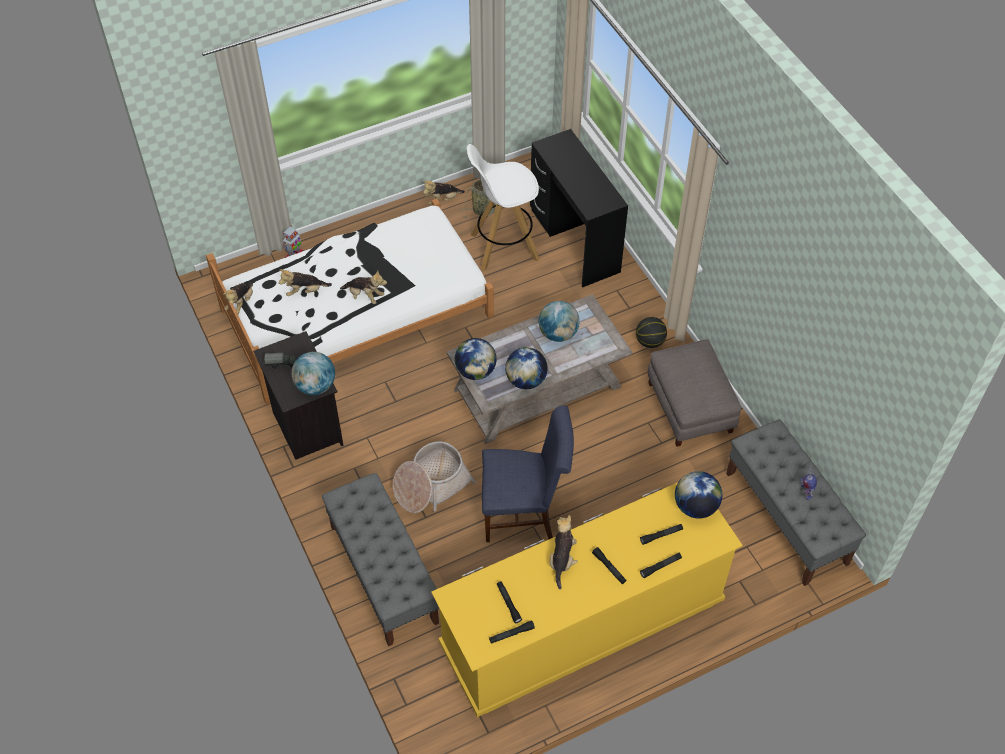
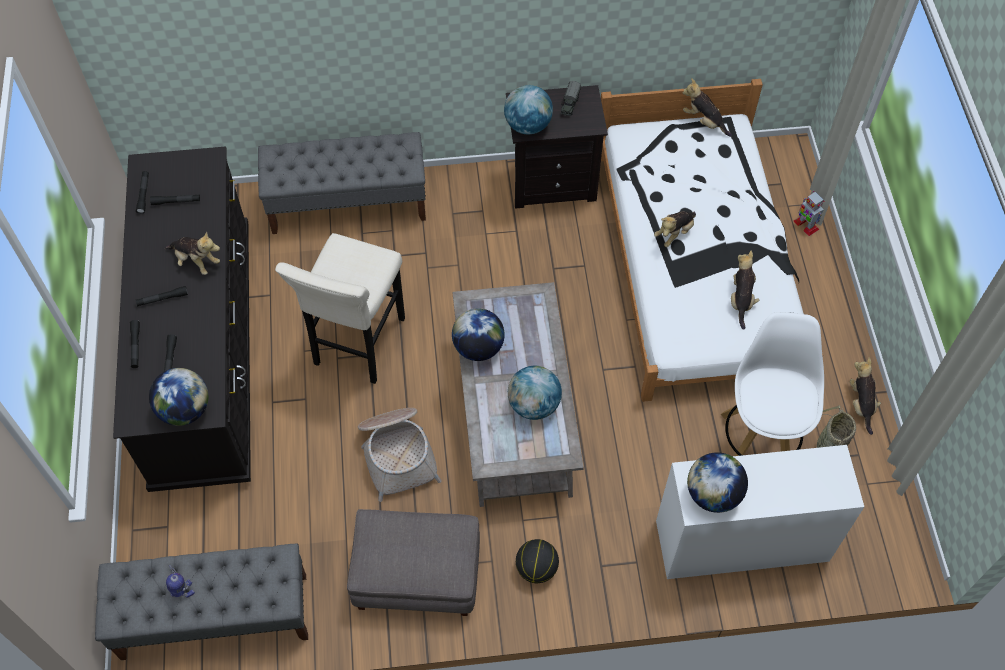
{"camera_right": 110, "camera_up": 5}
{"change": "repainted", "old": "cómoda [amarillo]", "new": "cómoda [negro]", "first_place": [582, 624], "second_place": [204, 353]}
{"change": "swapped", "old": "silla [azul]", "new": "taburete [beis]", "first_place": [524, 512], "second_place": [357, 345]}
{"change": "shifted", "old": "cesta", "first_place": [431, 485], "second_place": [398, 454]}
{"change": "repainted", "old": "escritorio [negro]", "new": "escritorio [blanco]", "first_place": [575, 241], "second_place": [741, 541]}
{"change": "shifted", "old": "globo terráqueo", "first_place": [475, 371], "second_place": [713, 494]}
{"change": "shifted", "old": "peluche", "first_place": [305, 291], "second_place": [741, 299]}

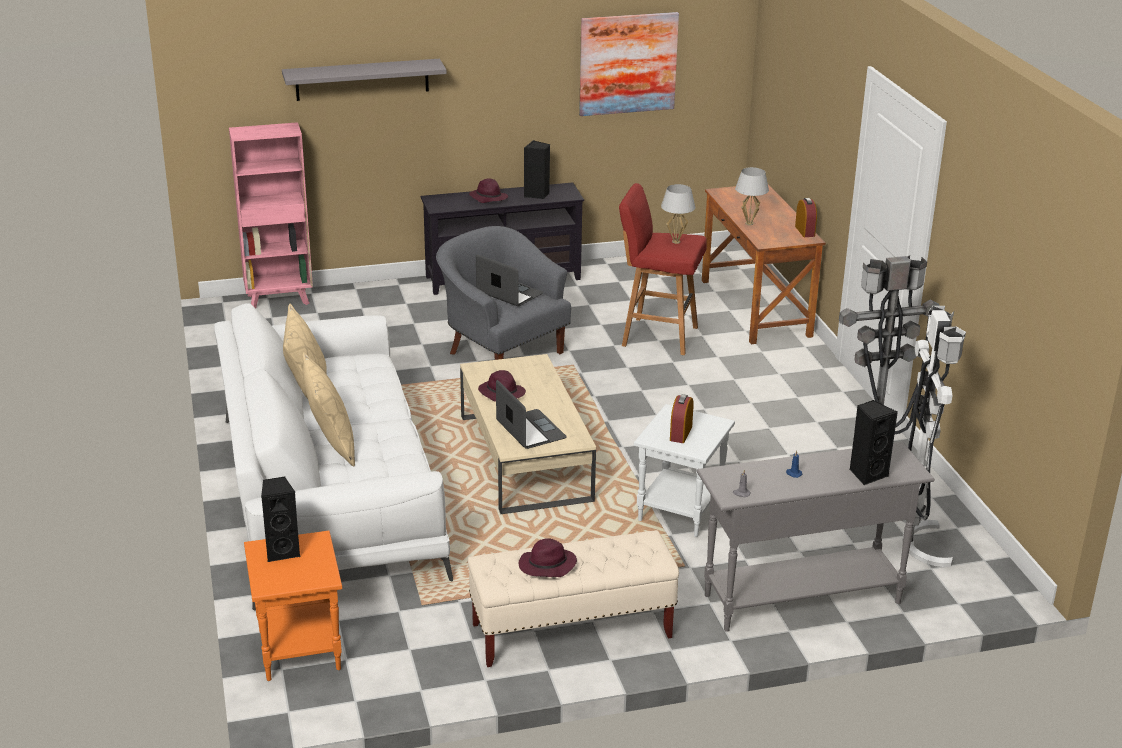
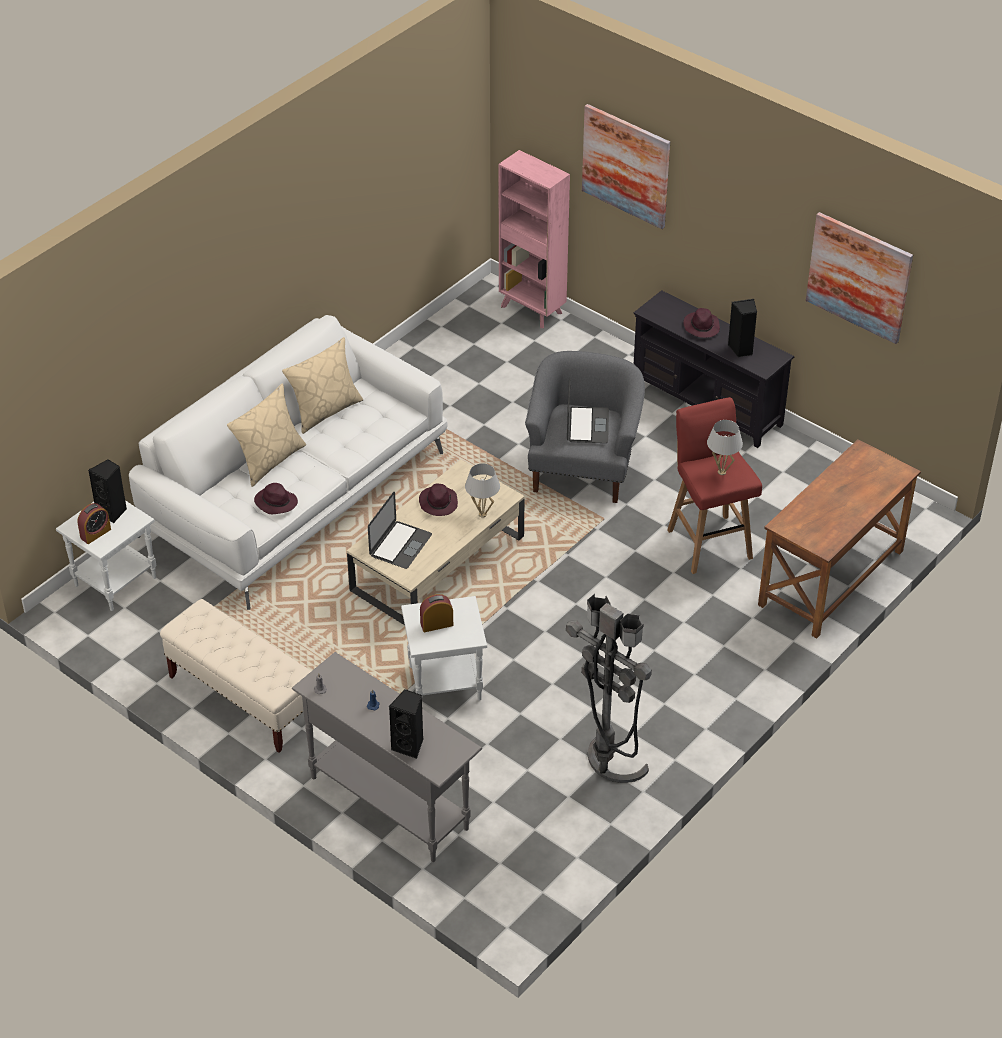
{"camera_right": 55, "camera_up": 15}
{"change": "repainted", "old": "mesa auxiliar [naranja]", "new": "mesa auxiliar [blanco]", "first_place": [297, 650], "second_place": [115, 581]}
{"change": "shifted", "old": "despertador", "first_place": [805, 231], "second_place": [95, 533]}
{"change": "shifted", "old": "sombrero [morado]", "first_place": [546, 566], "second_place": [275, 502]}
{"change": "shifted", "old": "lámpara de mesa [blanco]", "first_place": [749, 223], "second_place": [482, 514]}
{"change": "swapped", "old": "estante [gris]", "new": "cuadro", "first_place": [362, 79], "second_place": [626, 165]}
{"change": "gone", "old": "lámpara de pie [blanco]", "first_place": [913, 545]}

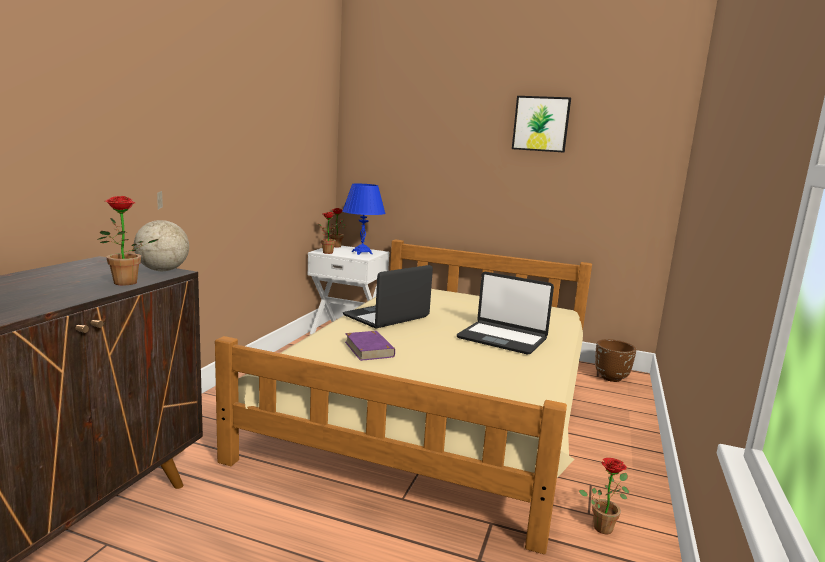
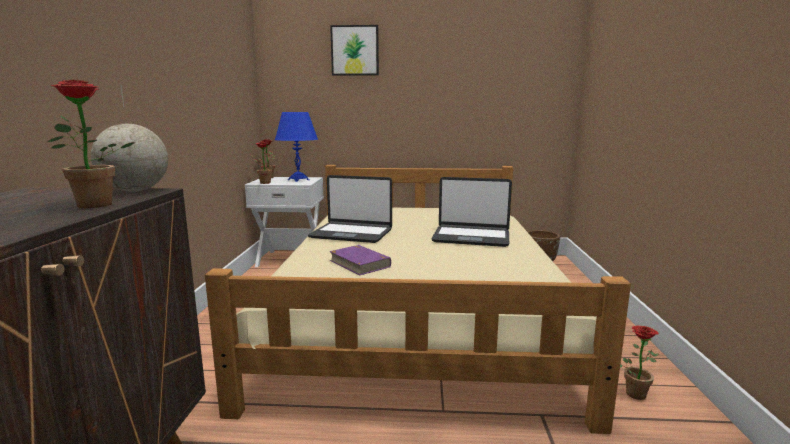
{"camera_right": -15, "camera_up": 0}
{"change": "rotated", "old": "portátil", "first_place": [387, 317], "second_place": [352, 233], "degrees": -105}
{"change": "shifted", "old": "cuadro", "first_place": [541, 124], "second_place": [355, 51]}

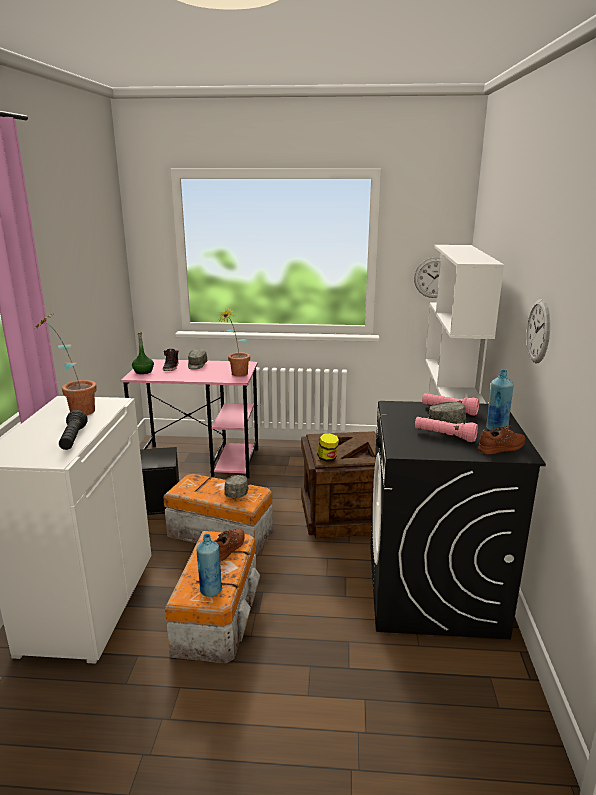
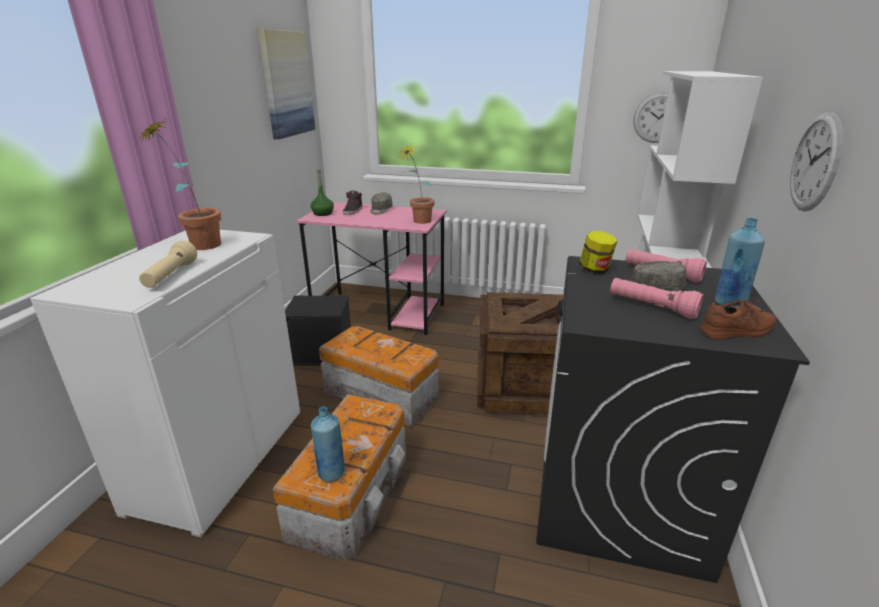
{"camera_right": 10, "camera_up": 5}
{"change": "repainted", "old": "linterna [negro]", "new": "linterna [beis]", "first_place": [73, 439], "second_place": [171, 276]}
{"change": "new", "new": "cuadro", "second_place": [286, 84]}
{"change": "shifted", "old": "tarro", "first_place": [327, 458], "second_place": [595, 270]}
{"change": "gone", "old": "zapato [marrón]", "first_place": [230, 547]}
{"change": "gone", "old": "gorra [gris]", "first_place": [237, 492]}

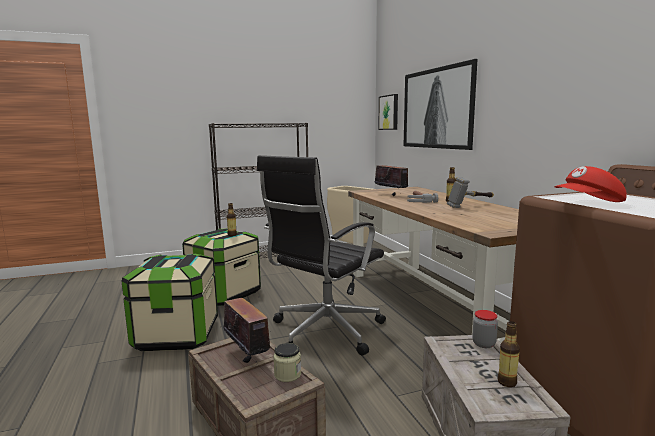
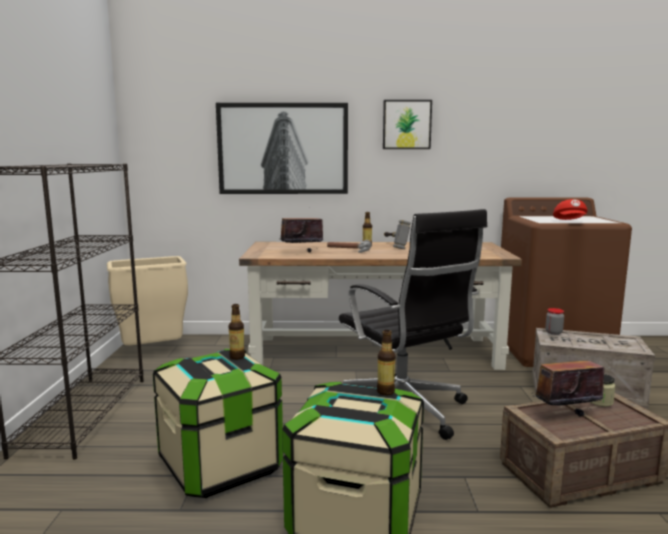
{"camera_right": -70, "camera_up": 0}
{"change": "shifted", "old": "botella", "first_place": [507, 382], "second_place": [385, 392]}
{"change": "shifted", "old": "cuadro", "first_place": [389, 112], "second_place": [406, 124]}

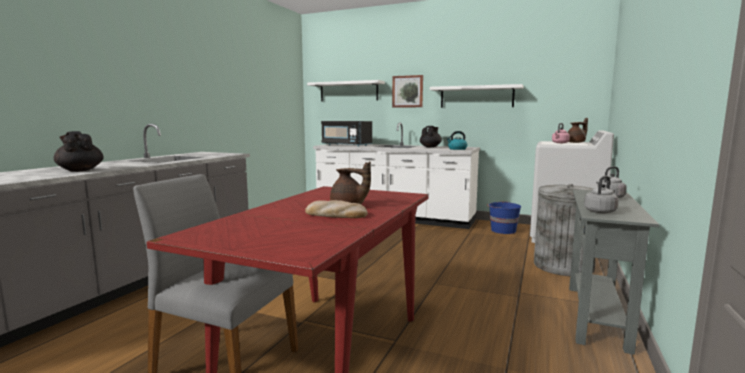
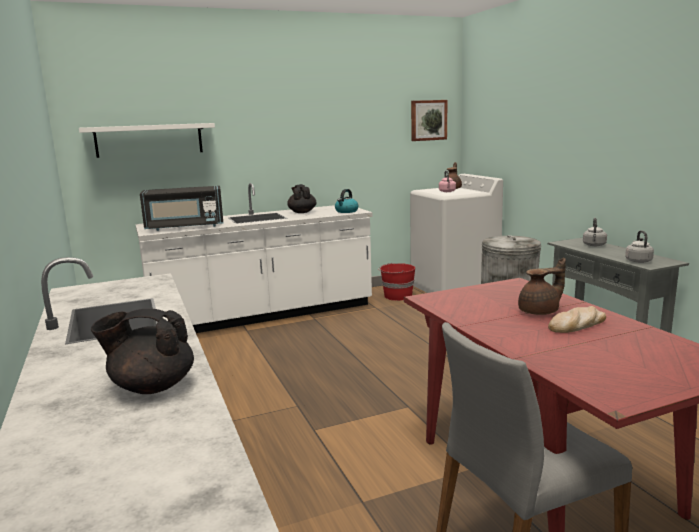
{"camera_right": -45, "camera_up": 5}
{"change": "repainted", "old": "cubo [azul]", "new": "cubo [rojo]", "first_place": [502, 230], "second_place": [397, 296]}
{"change": "shifted", "old": "cuadro", "first_place": [407, 91], "second_place": [428, 120]}
{"change": "gone", "old": "estante [blanco]", "first_place": [476, 97]}

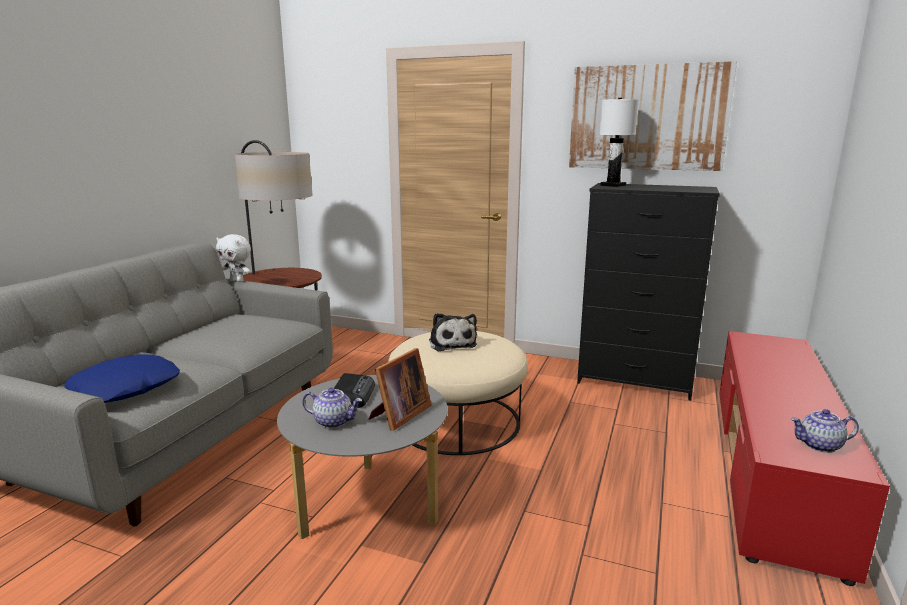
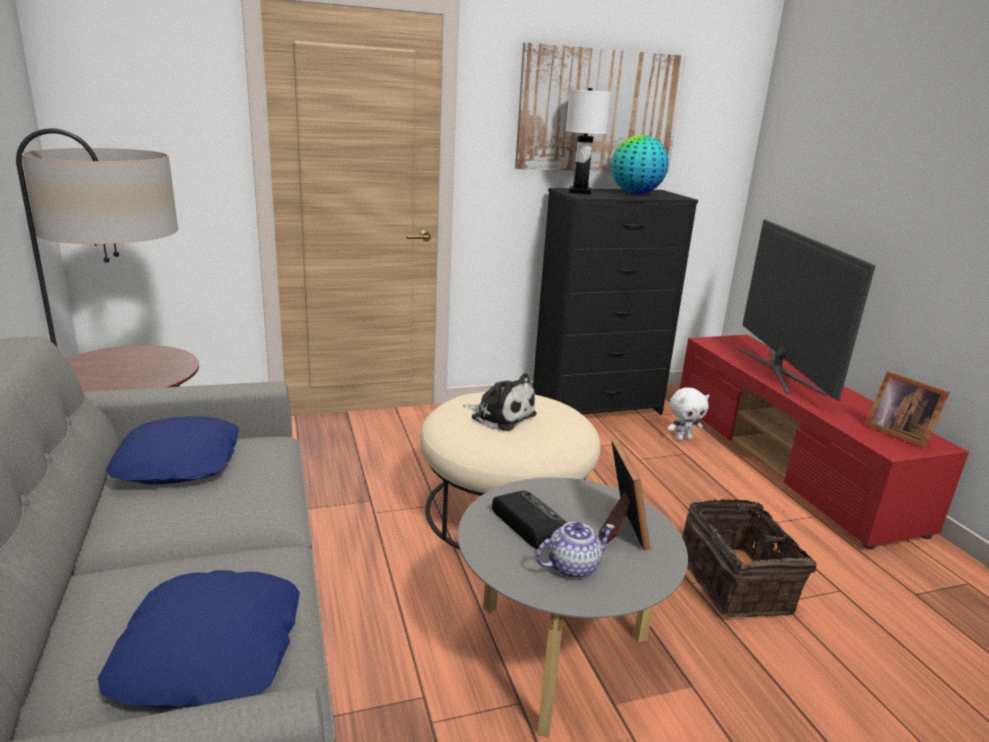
{"camera_right": -40, "camera_up": 5}
{"change": "new", "new": "cojín [azul]", "second_place": [180, 462]}
{"change": "new", "new": "globo terráqueo", "second_place": [635, 193]}
{"change": "shifted", "old": "peluche [blanco]", "first_place": [237, 281], "second_place": [683, 438]}
{"change": "new", "new": "cesta", "second_place": [737, 583]}
{"change": "new", "new": "televisor", "second_place": [779, 370]}
{"change": "swapped", "old": "tetera", "new": "portarretratos", "first_place": [819, 445], "second_place": [897, 432]}

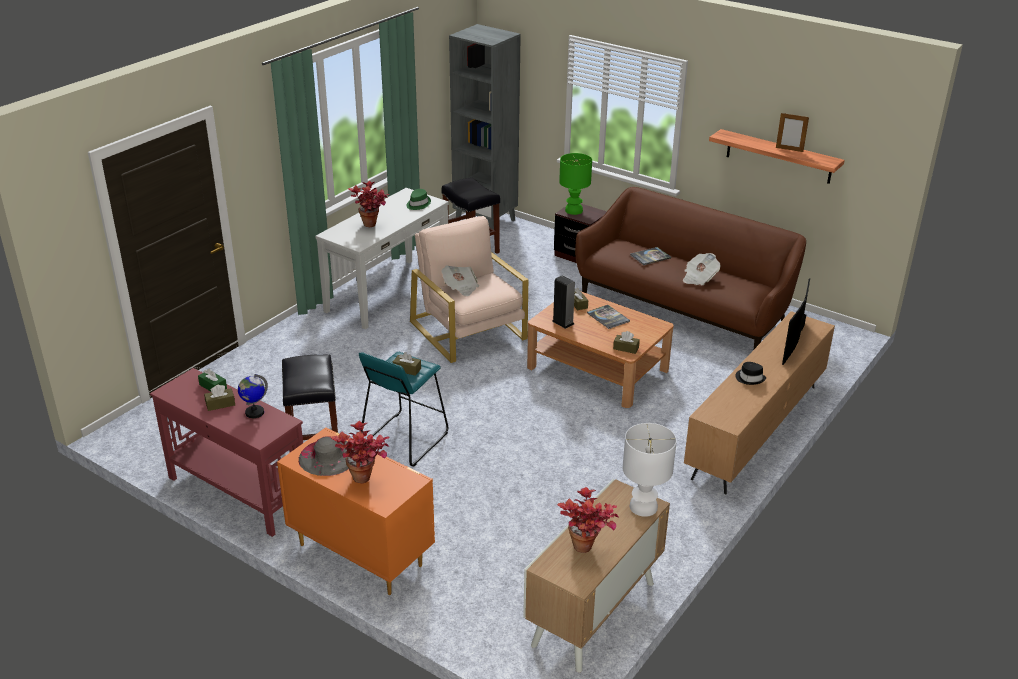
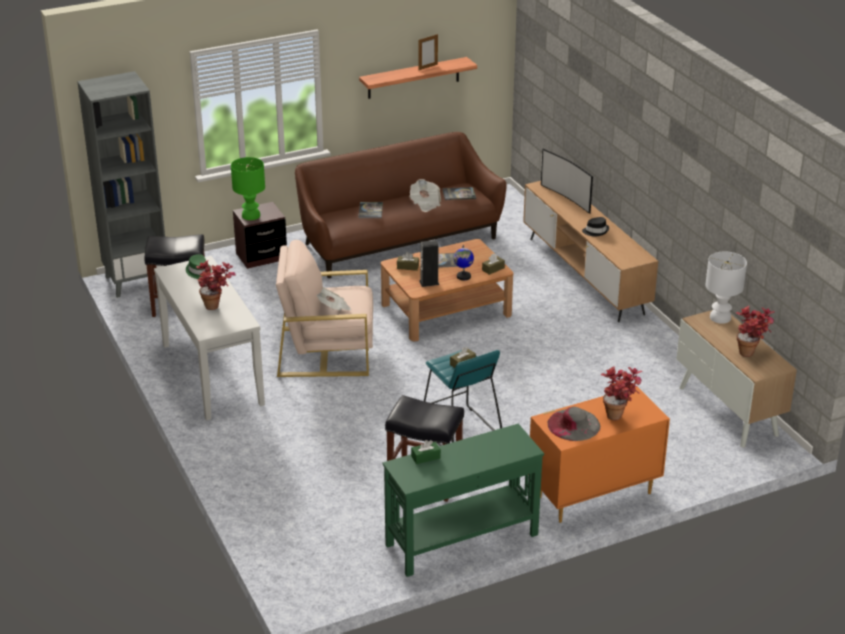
{"camera_right": -60, "camera_up": 0}
{"change": "repainted", "old": "mesa consola [rojo]", "new": "mesa consola [verde]", "first_place": [238, 491], "second_place": [461, 540]}
{"change": "new", "new": "libro", "second_place": [459, 194]}
{"change": "shifted", "old": "globo terráqueo", "first_place": [254, 412], "second_place": [463, 276]}
{"change": "gone", "old": "caja de pañuelos [marrón]", "first_place": [220, 404]}

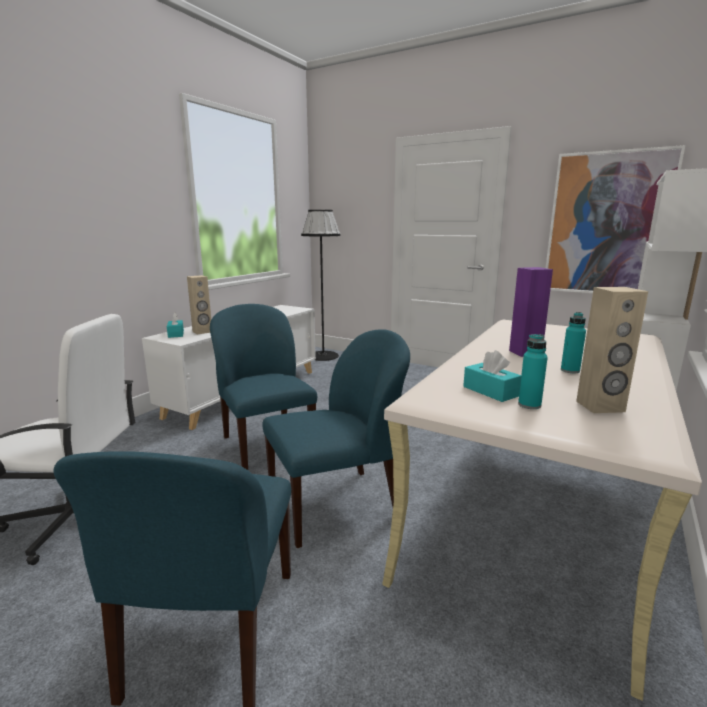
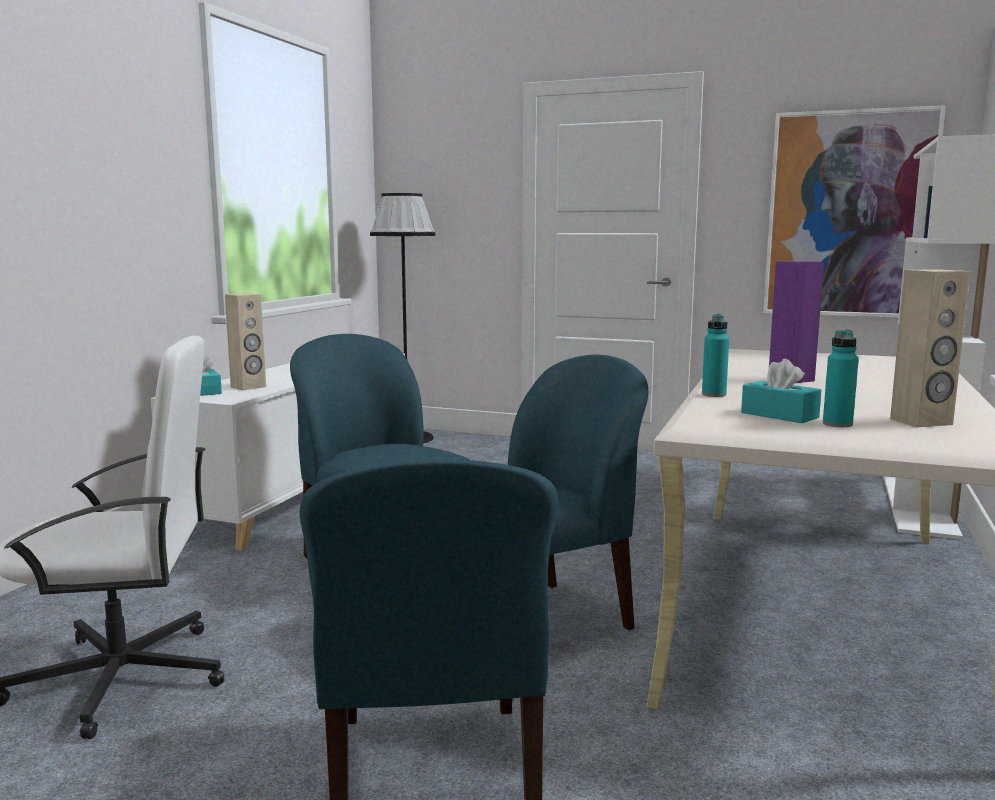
{"camera_right": -10, "camera_up": -5}
{"change": "shifted", "old": "botella [turquesa]", "first_place": [570, 370], "second_place": [713, 394]}

